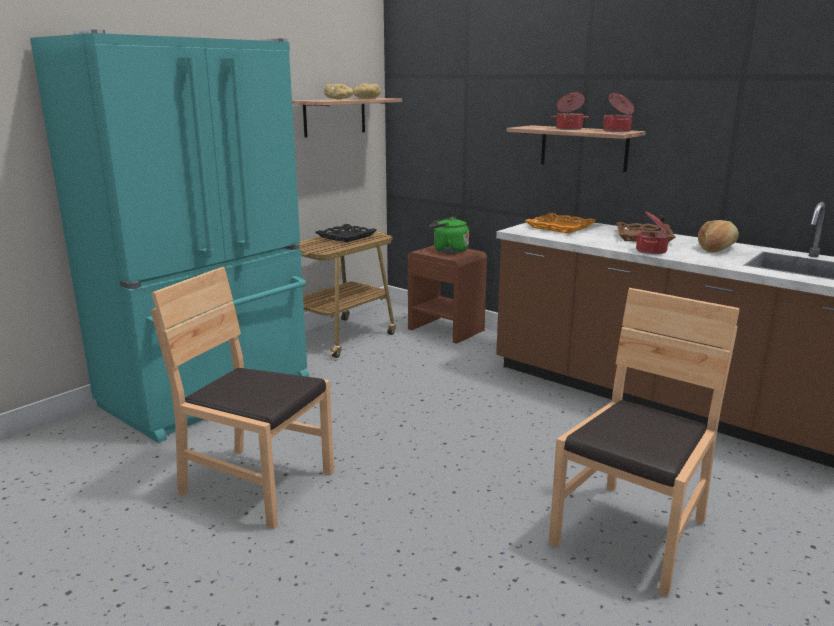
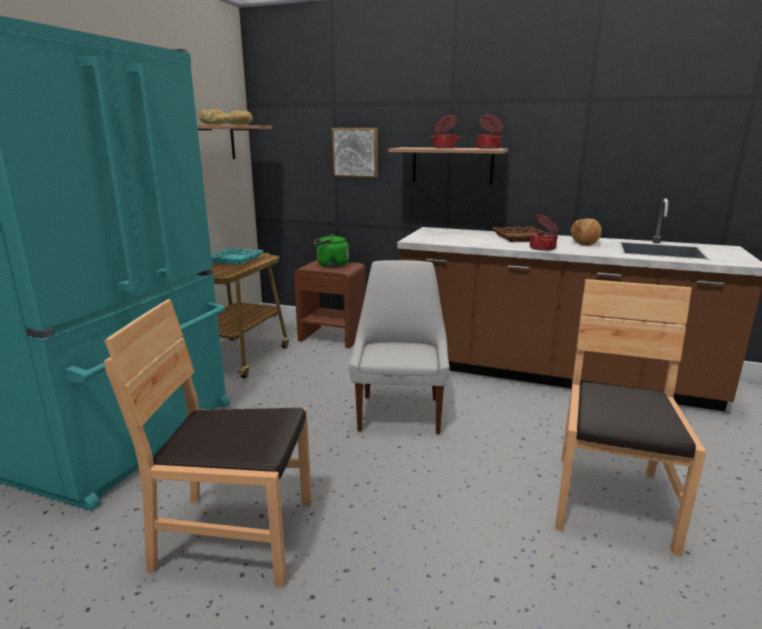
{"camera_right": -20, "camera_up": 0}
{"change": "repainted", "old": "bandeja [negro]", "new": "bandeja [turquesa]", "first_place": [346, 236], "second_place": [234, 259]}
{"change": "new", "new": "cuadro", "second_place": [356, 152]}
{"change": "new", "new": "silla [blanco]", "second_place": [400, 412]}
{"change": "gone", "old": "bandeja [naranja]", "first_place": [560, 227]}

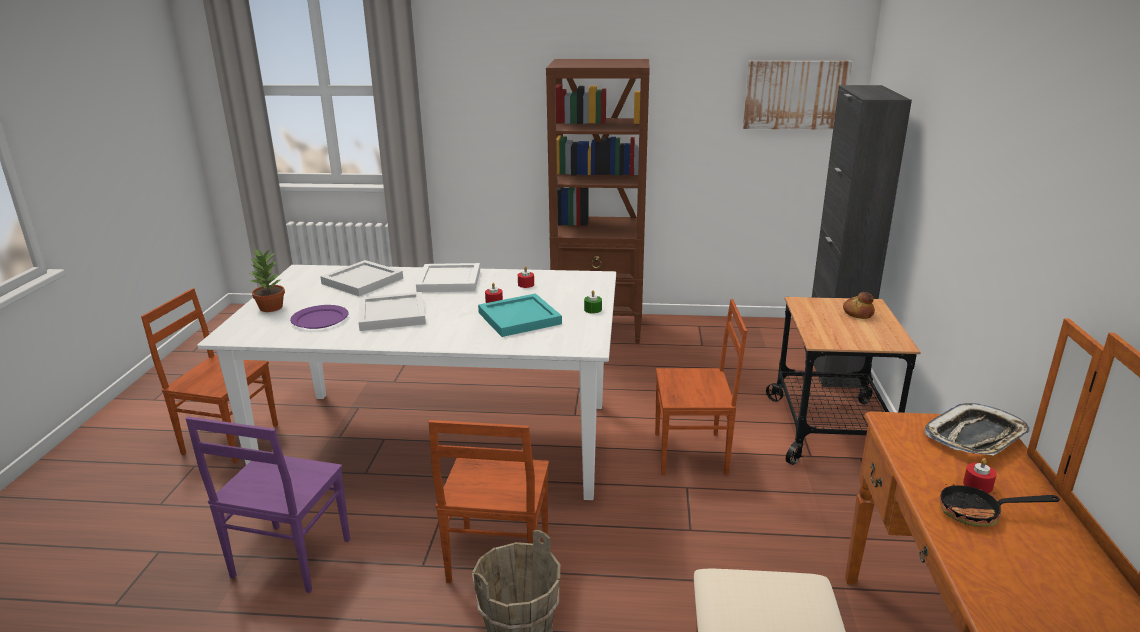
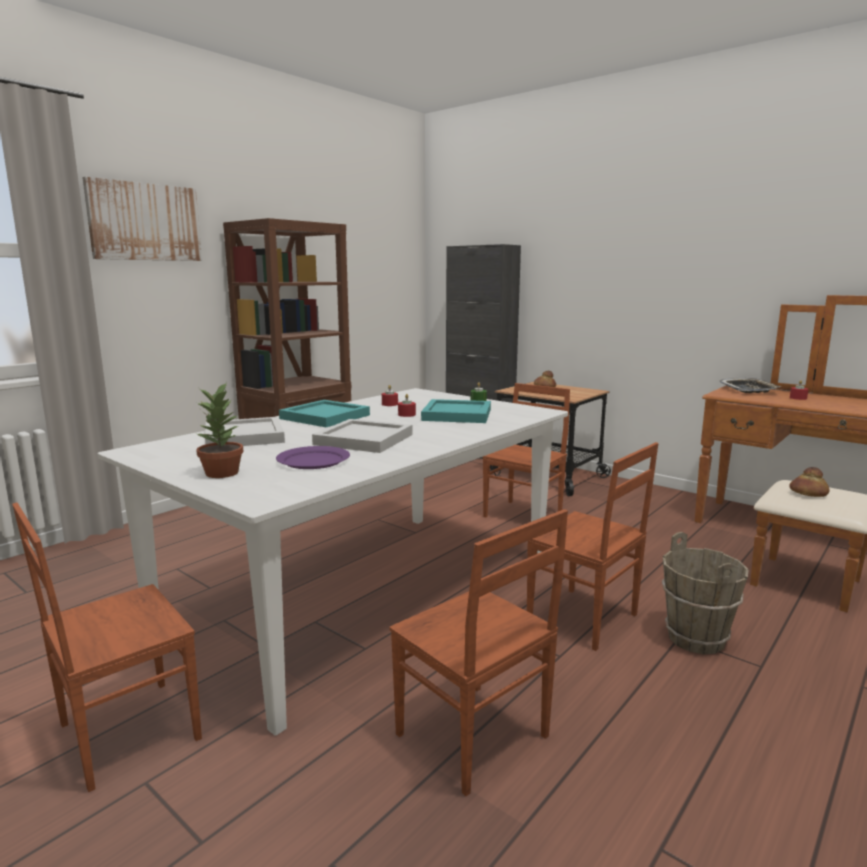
{"camera_right": -55, "camera_up": -10}
{"change": "shifted", "old": "cuadro", "first_place": [795, 95], "second_place": [145, 222]}
{"change": "repainted", "old": "bandeja [blanco]", "new": "bandeja [turquesa]", "first_place": [450, 281], "second_place": [326, 417]}
{"change": "repainted", "old": "silla [morado]", "new": "silla [marrón]", "first_place": [289, 559], "second_place": [472, 738]}
{"change": "new", "new": "pan", "second_place": [808, 493]}
{"change": "gone", "old": "sartén", "first_place": [979, 513]}

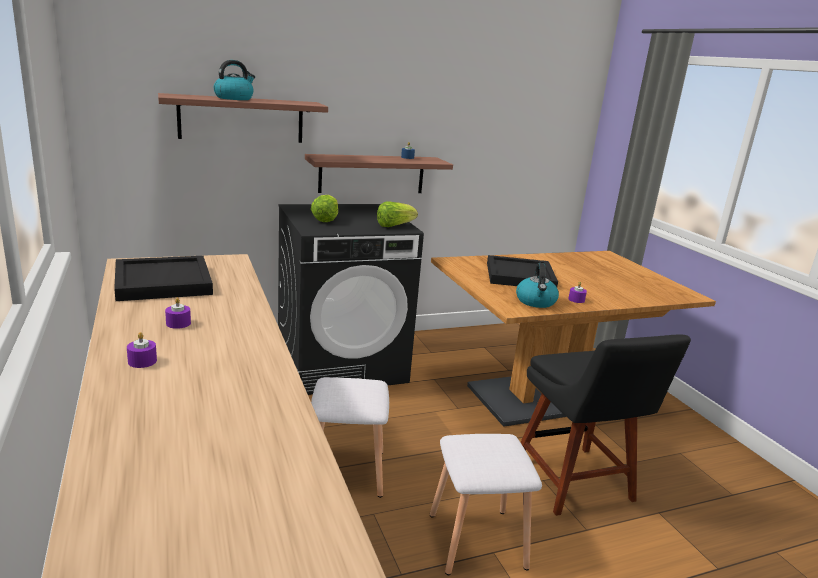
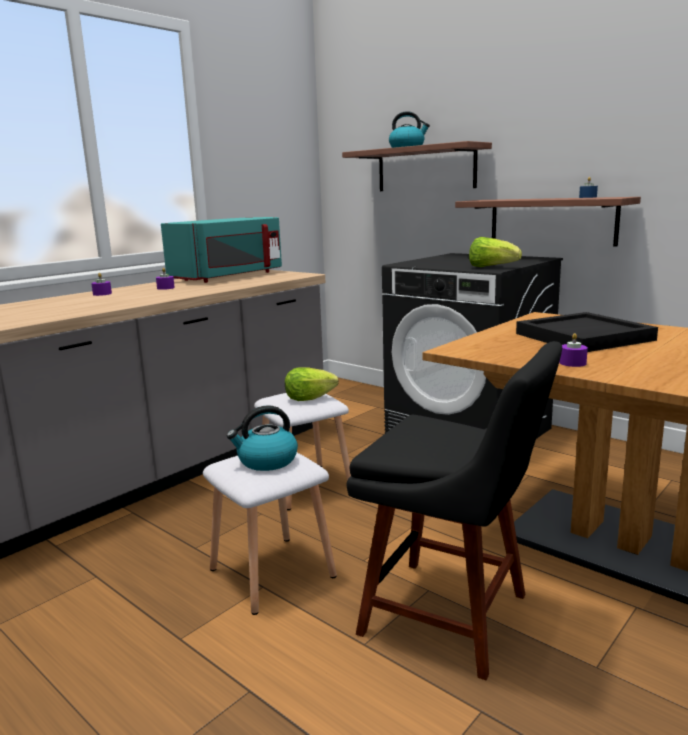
{"camera_right": 65, "camera_up": -5}
{"change": "swapped", "old": "bandeja [negro]", "new": "microondas [turquesa]", "first_place": [162, 282], "second_place": [229, 276]}
{"change": "shifted", "old": "hervidor", "first_place": [536, 302], "second_place": [266, 461]}
{"change": "shifted", "old": "lechuga", "first_place": [325, 220], "second_place": [309, 398]}
{"change": "rotated", "old": "silla [negro]", "first_place": [576, 484], "second_place": [453, 617], "degrees": -105}

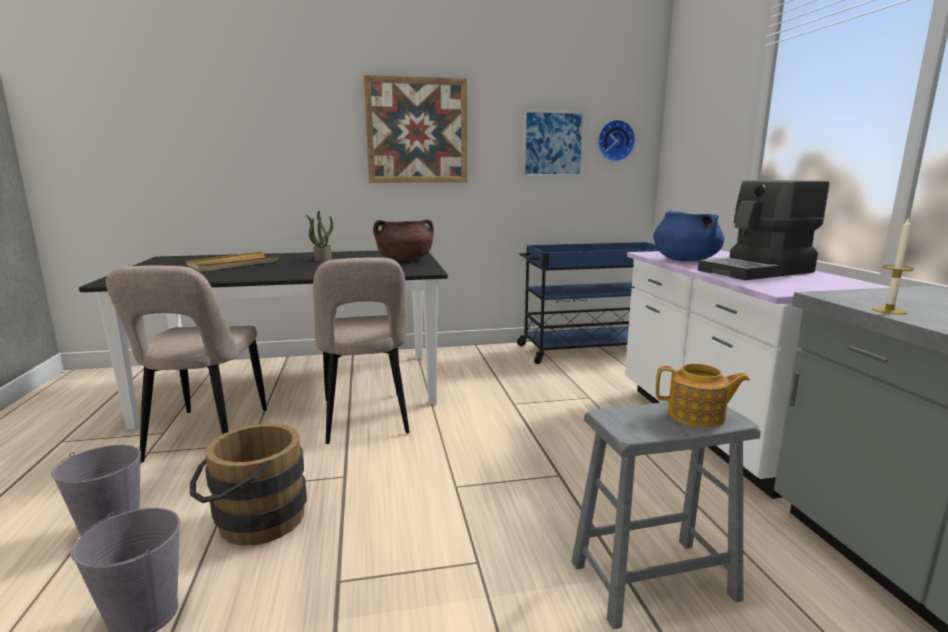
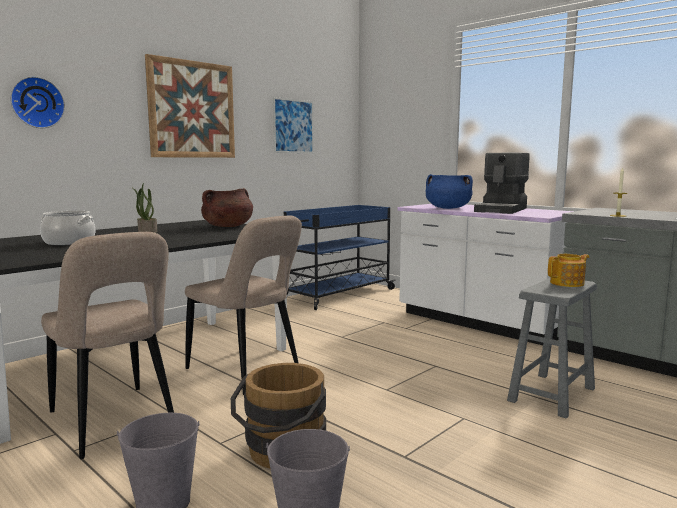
{"camera_right": -35, "camera_up": -5}
{"change": "shifted", "old": "reloj de pared", "first_place": [615, 141], "second_place": [37, 103]}
{"change": "swapped", "old": "bandeja [beis]", "new": "olla", "first_place": [233, 264], "second_place": [69, 242]}

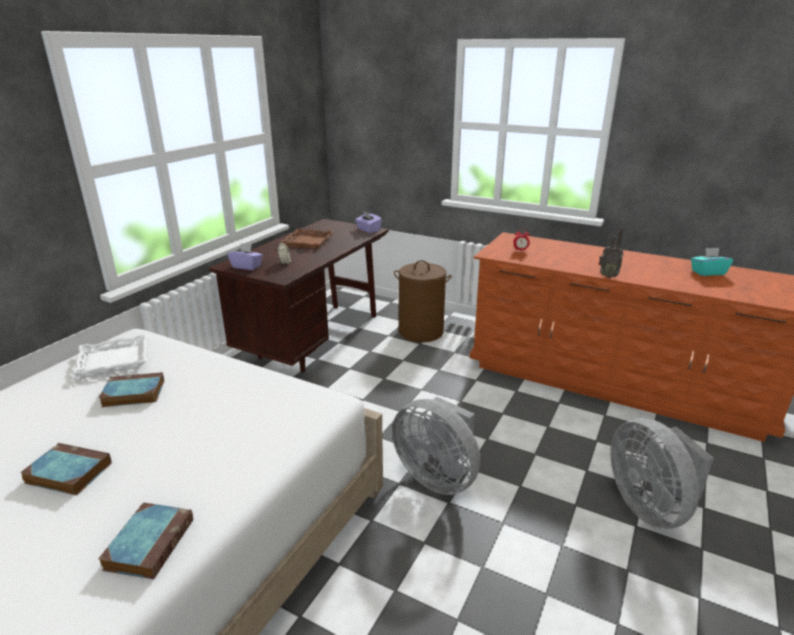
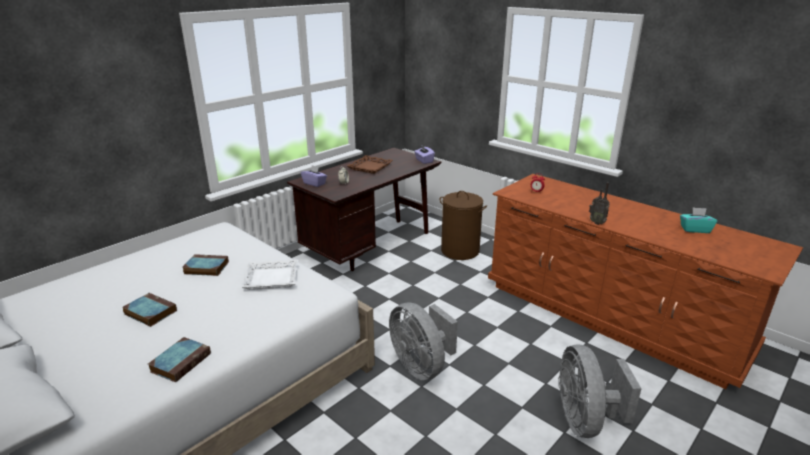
{"camera_right": 15, "camera_up": 0}
{"change": "shifted", "old": "bandeja [blanco]", "first_place": [113, 360], "second_place": [271, 278]}

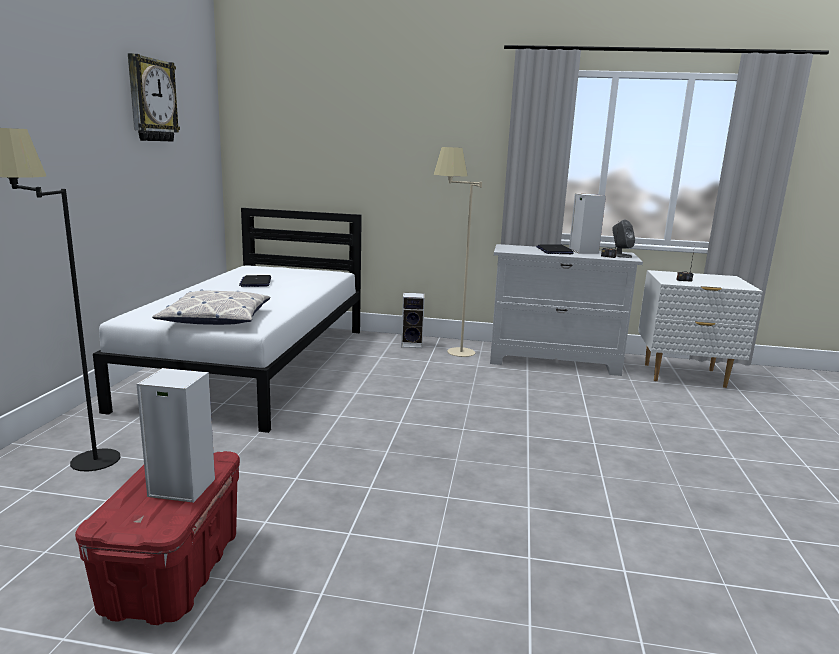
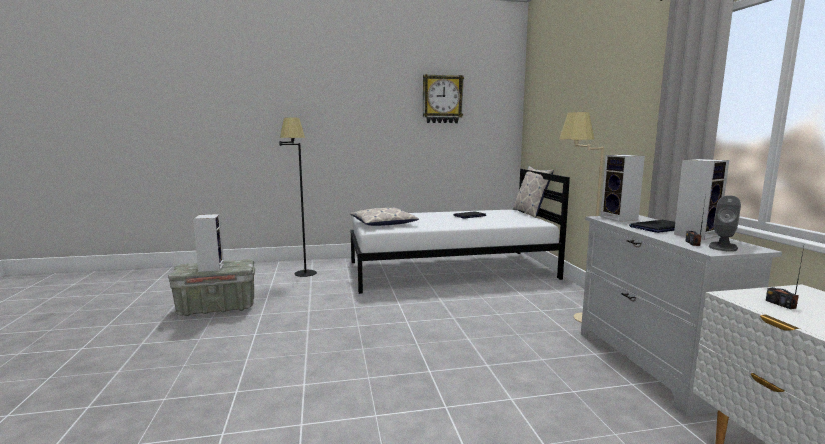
{"camera_right": 70, "camera_up": -5}
{"change": "repainted", "old": "caja de almacenaje [rojo]", "new": "caja de almacenaje [gris]", "first_place": [173, 571], "second_place": [217, 308]}
{"change": "new", "new": "cojín", "second_place": [530, 213]}
{"change": "shifted", "old": "altavoz", "first_place": [413, 344], "second_place": [620, 218]}

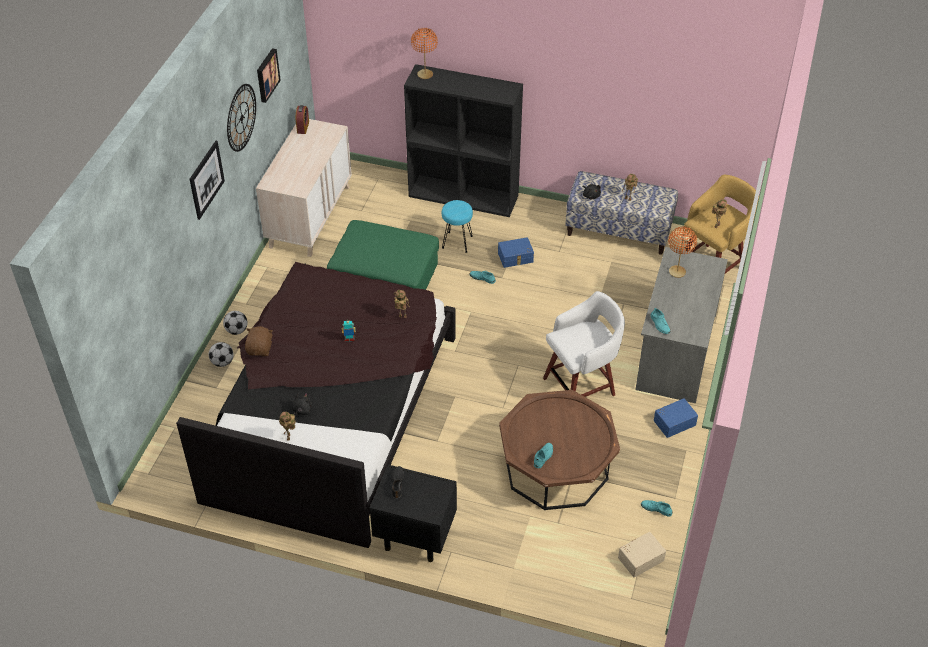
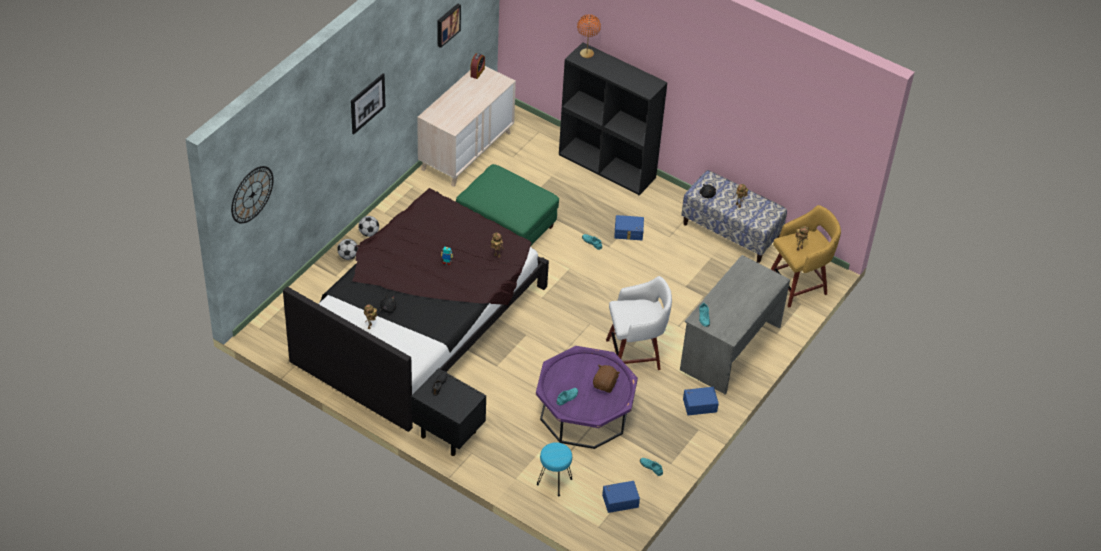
{"camera_right": 15, "camera_up": 0}
{"change": "shifted", "old": "reloj de pared", "first_place": [241, 117], "second_place": [252, 194]}
{"change": "repainted", "old": "mesa de centro [marrón]", "new": "mesa de centro [morado]", "first_place": [556, 467], "second_place": [584, 413]}
{"change": "shifted", "old": "taburete [turquesa]", "first_place": [457, 242], "second_place": [554, 482]}
{"change": "shifted", "old": "peluche [marrón]", "first_place": [260, 349], "second_place": [605, 385]}
{"change": "repainted", "old": "caja de almacenaje [beis]", "new": "caja de almacenaje [azul]", "first_place": [640, 558], "second_place": [620, 500]}
{"change": "gone", "old": "lámpara de mesa [naranja]", "first_place": [677, 272]}

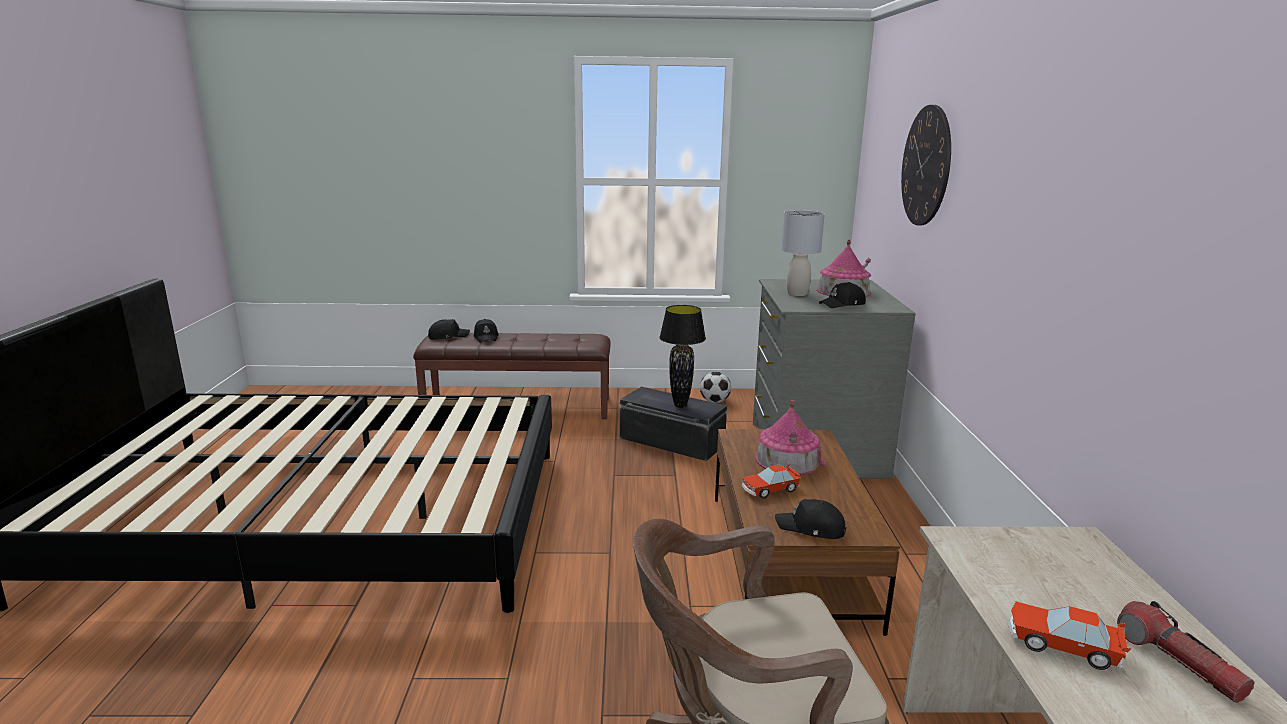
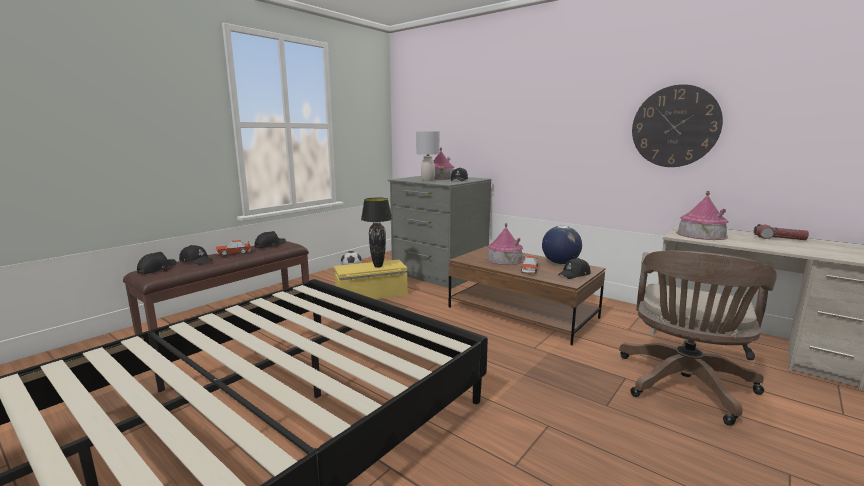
{"camera_right": -50, "camera_up": -5}
{"change": "shifted", "old": "coche de juguete", "first_place": [1062, 645], "second_place": [233, 253]}
{"change": "new", "new": "gorra [negro]", "second_place": [270, 245]}
{"change": "repainted", "old": "caja de almacenaje [negro]", "new": "caja de almacenaje [amarillo]", "first_place": [671, 441], "second_place": [371, 294]}
{"change": "new", "new": "globo terráqueo", "second_place": [560, 263]}
{"change": "shifted", "old": "reloj de pared", "first_place": [926, 166], "second_place": [675, 126]}
{"change": "new", "new": "casita", "second_place": [701, 234]}

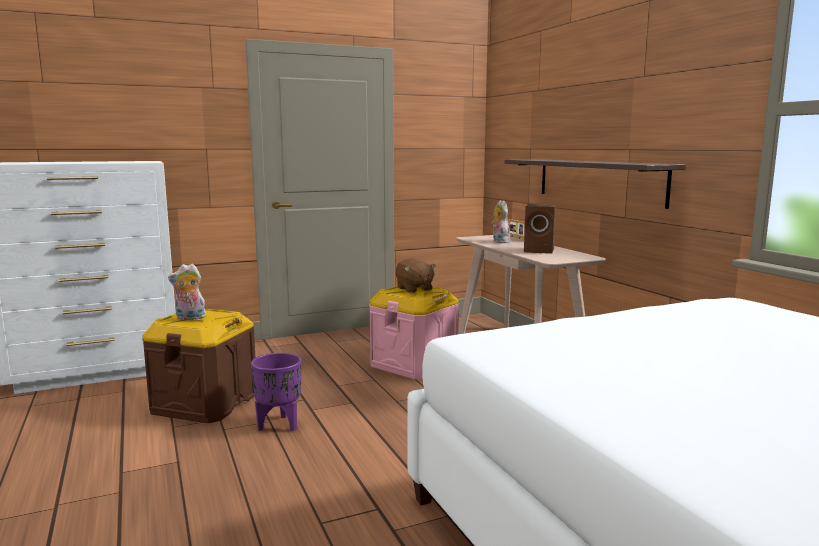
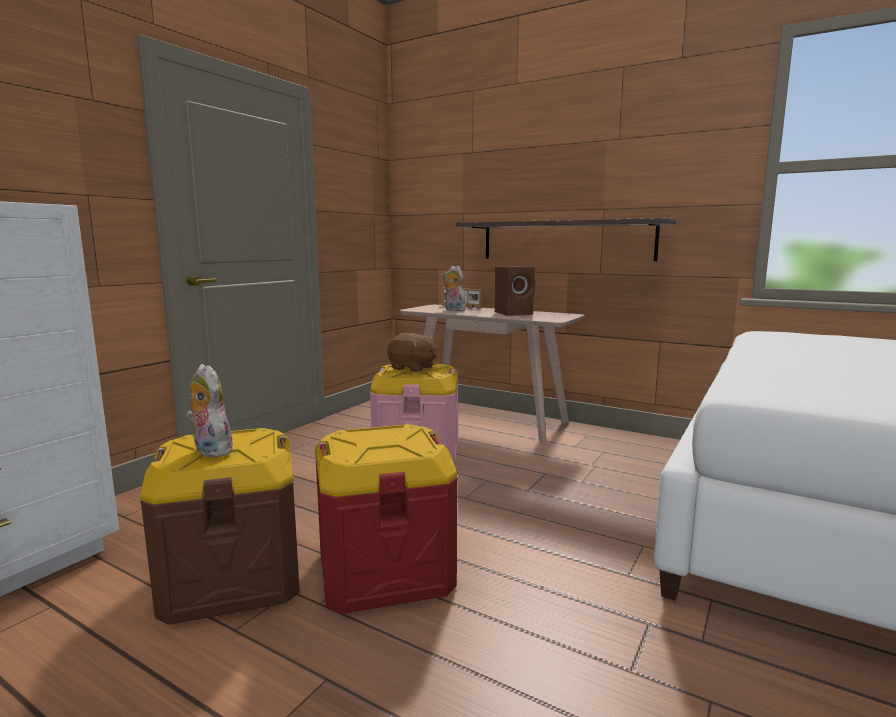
{"camera_right": -35, "camera_up": 0}
{"change": "rotated", "old": "peluche", "first_place": [189, 318], "second_place": [209, 450], "degrees": 90}
{"change": "swapped", "old": "maceta [morado]", "new": "caja de almacenaje [rojo]", "first_place": [279, 425], "second_place": [384, 569]}

